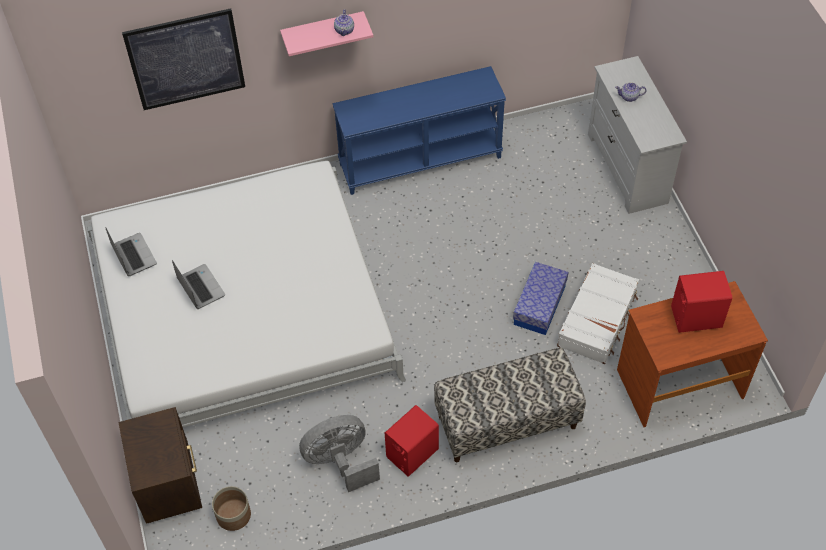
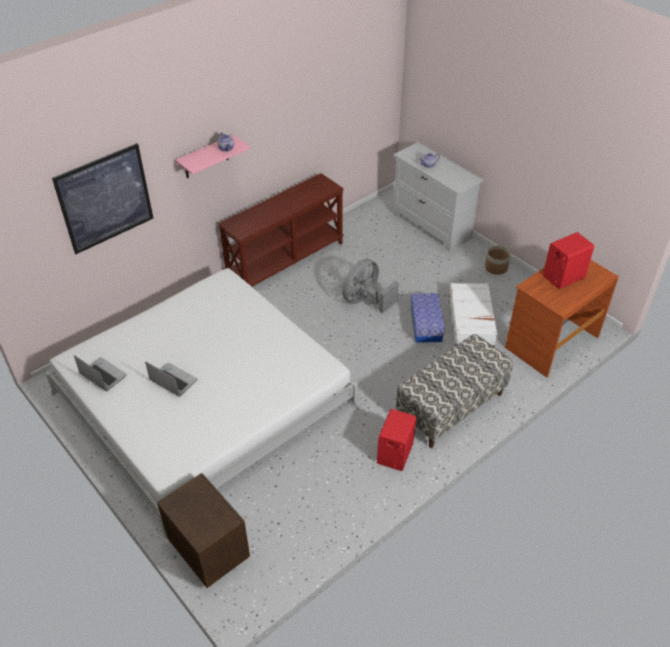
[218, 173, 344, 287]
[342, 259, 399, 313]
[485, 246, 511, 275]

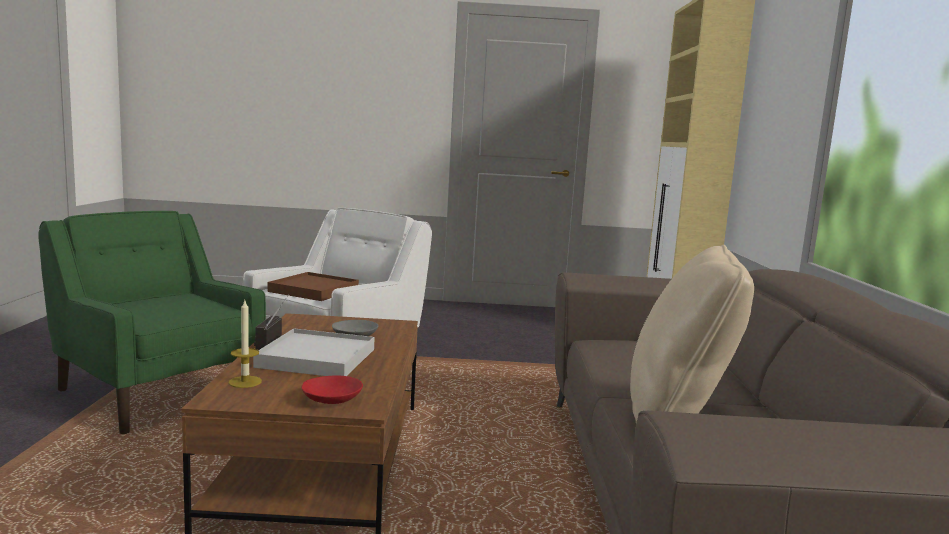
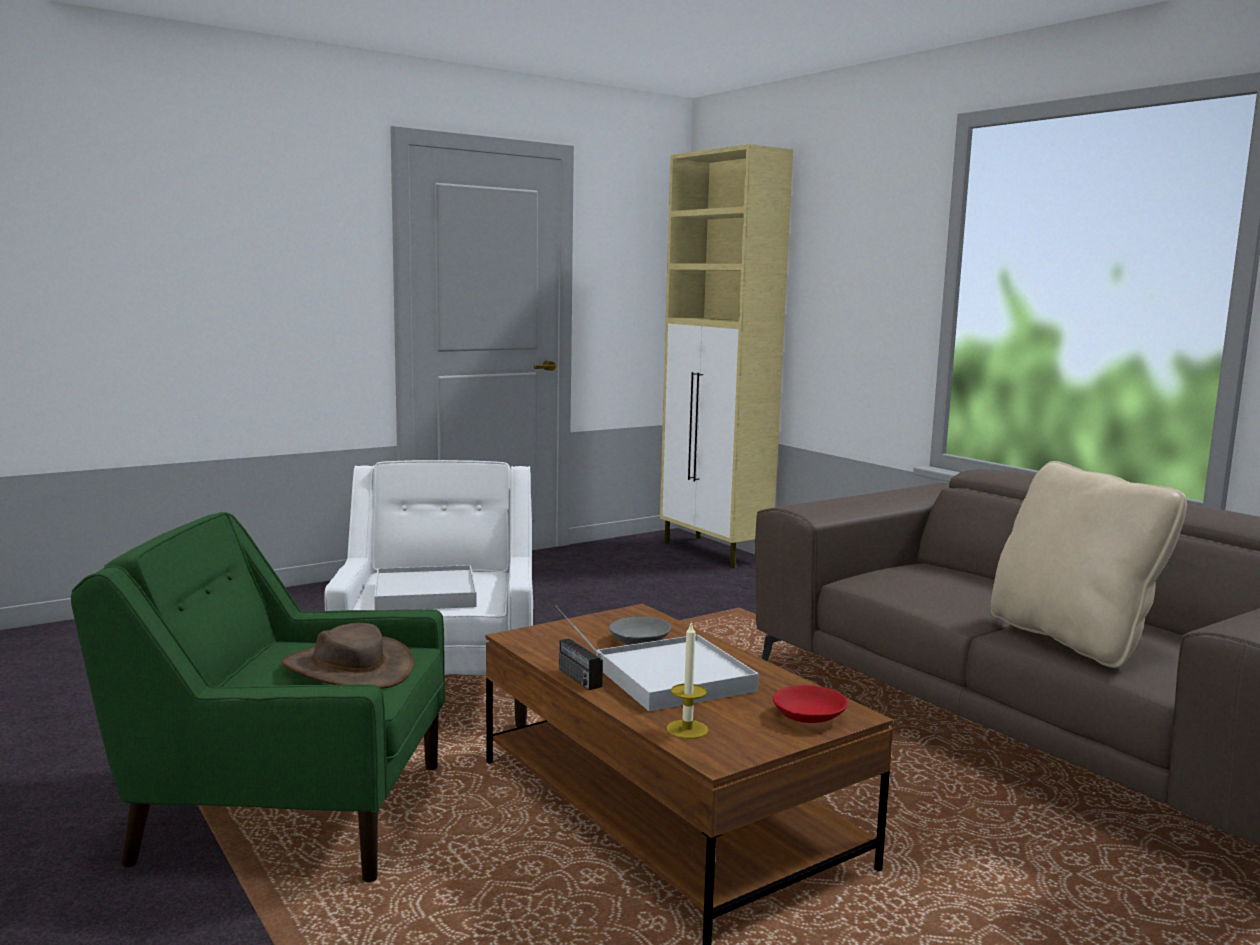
[281, 623, 414, 689]
[374, 565, 477, 610]

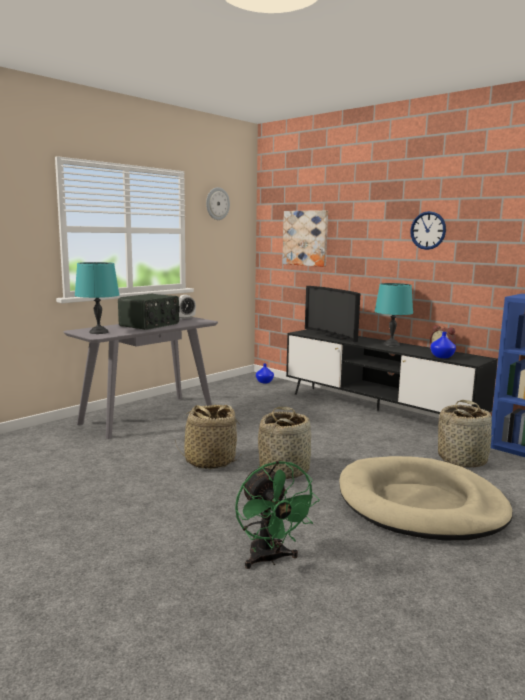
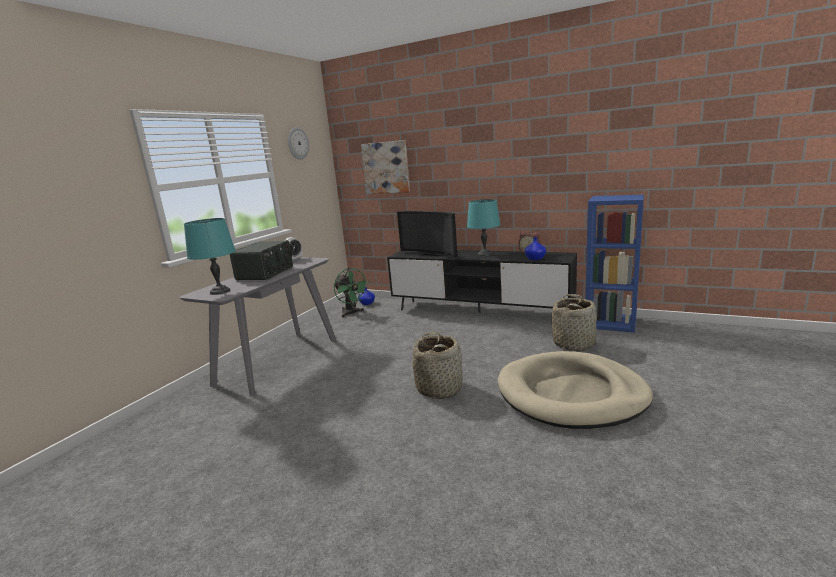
[334, 268, 369, 318]
[175, 405, 243, 469] (first image)
[410, 211, 446, 250] (first image)

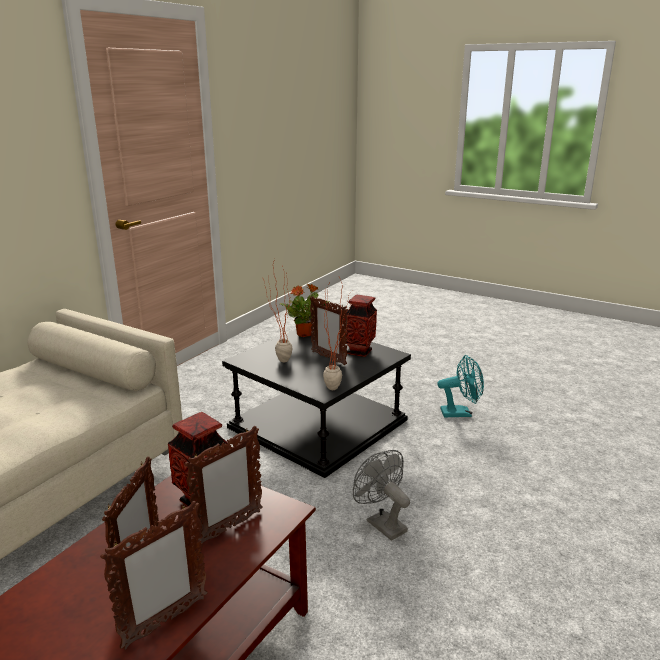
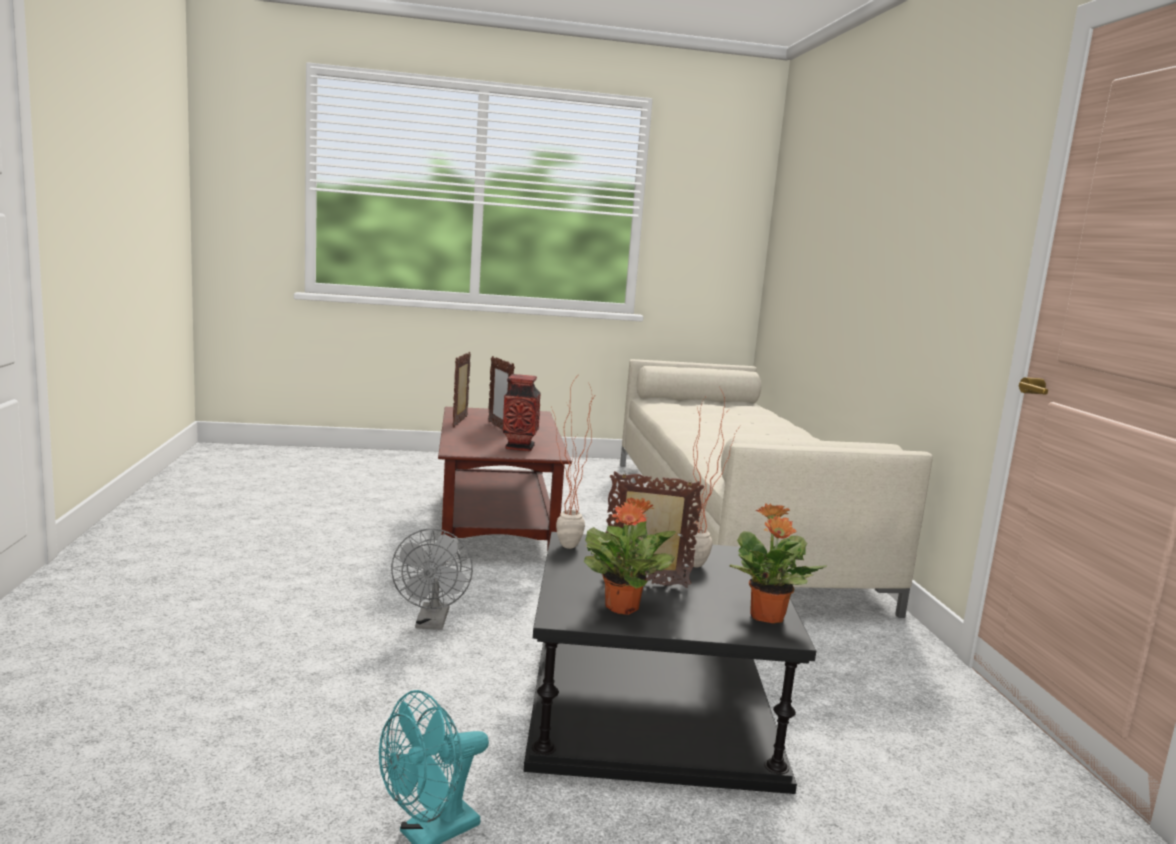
[391, 528, 473, 630]
[584, 497, 676, 615]
[185, 426, 263, 543] (first image)

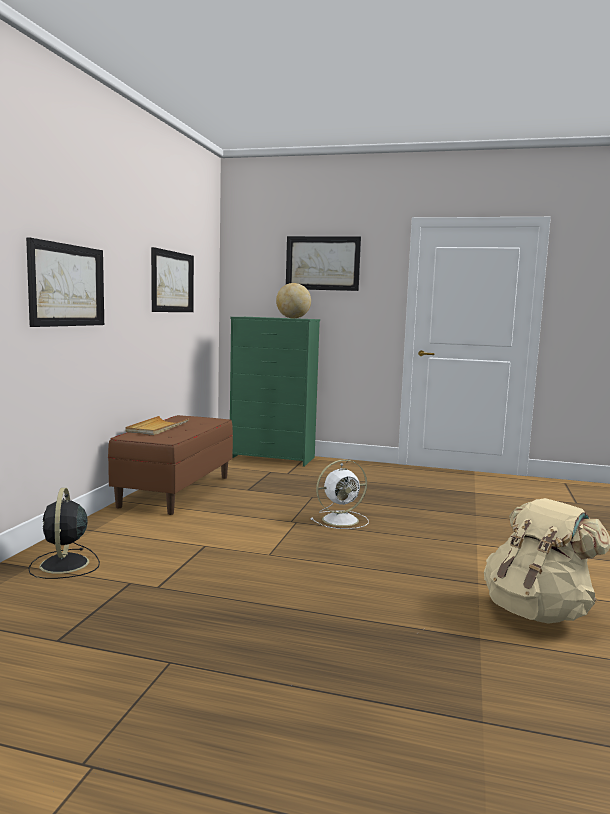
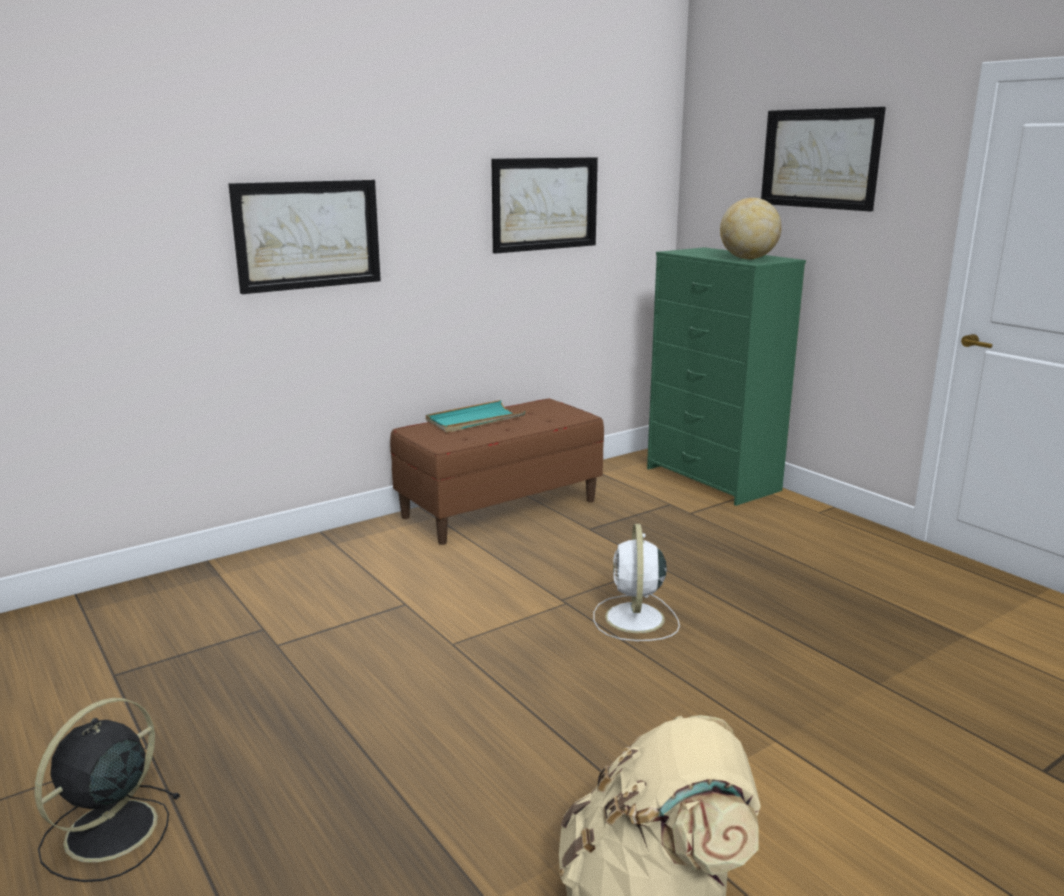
[35, 698, 181, 882]
[426, 400, 525, 433]
[593, 524, 680, 641]

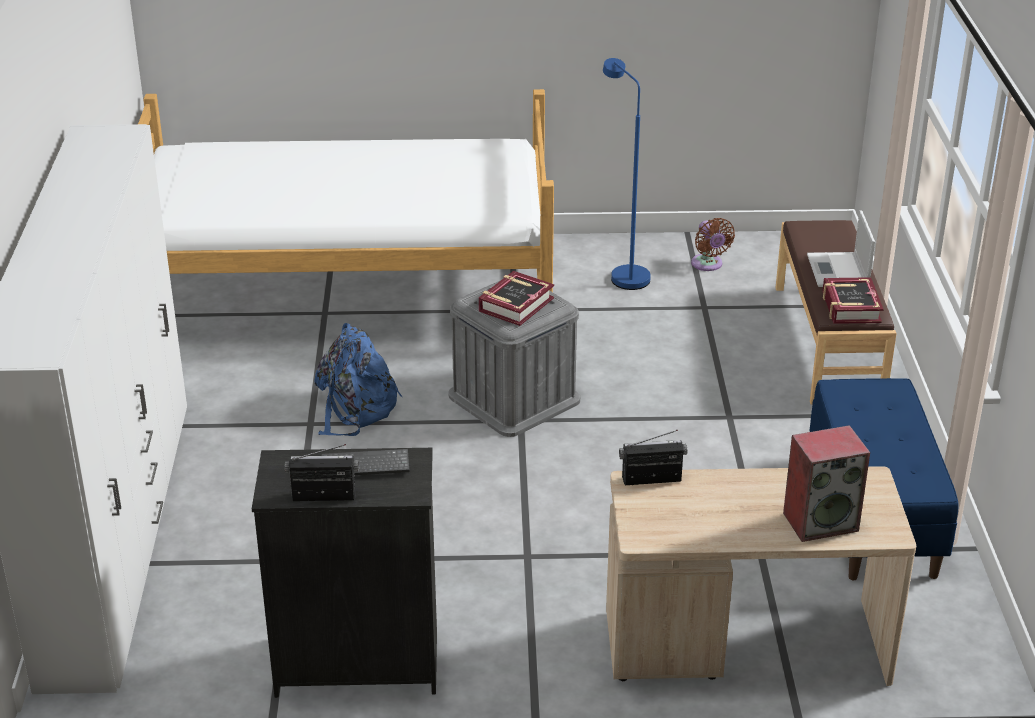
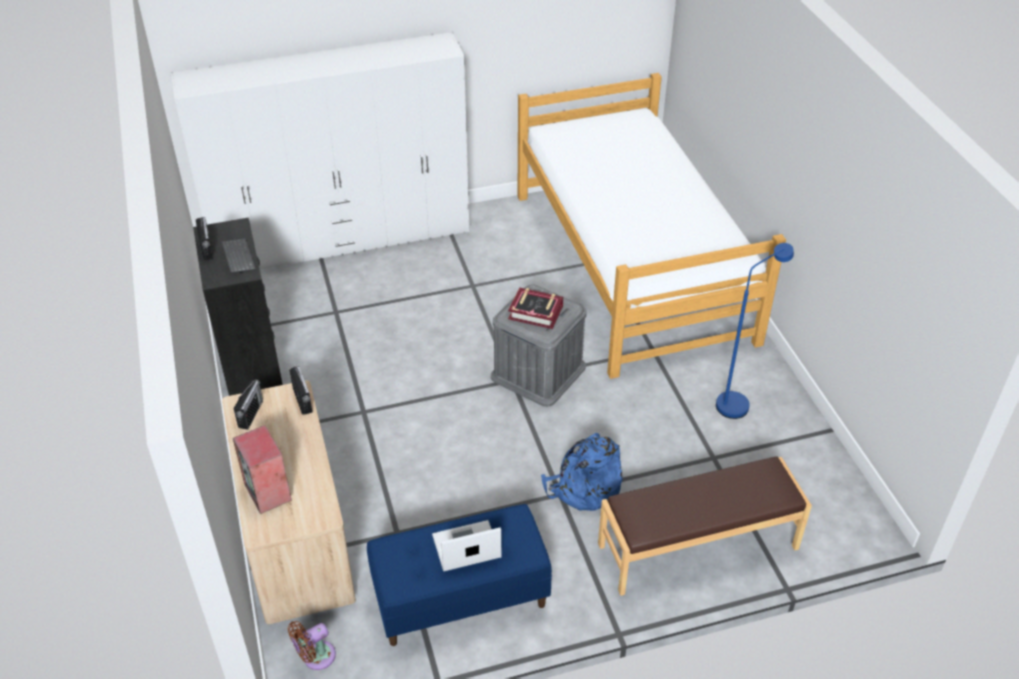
[234, 380, 263, 430]
[288, 621, 336, 670]
[432, 520, 501, 571]
[541, 433, 623, 511]
[822, 277, 883, 324] (first image)

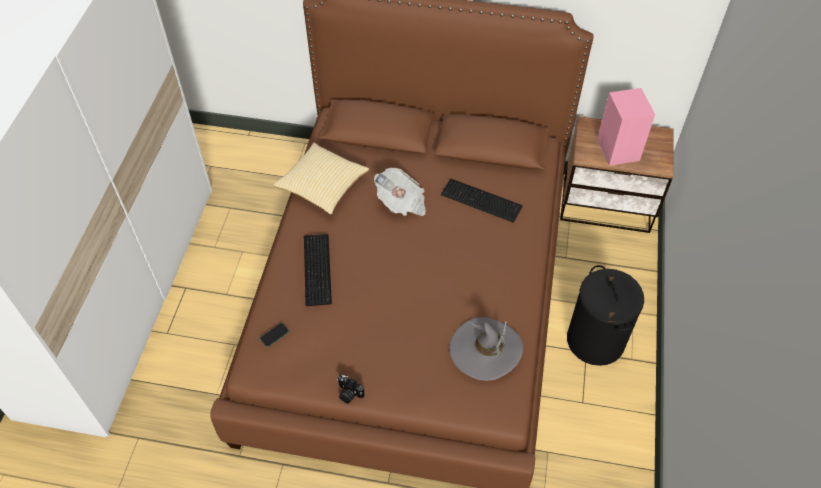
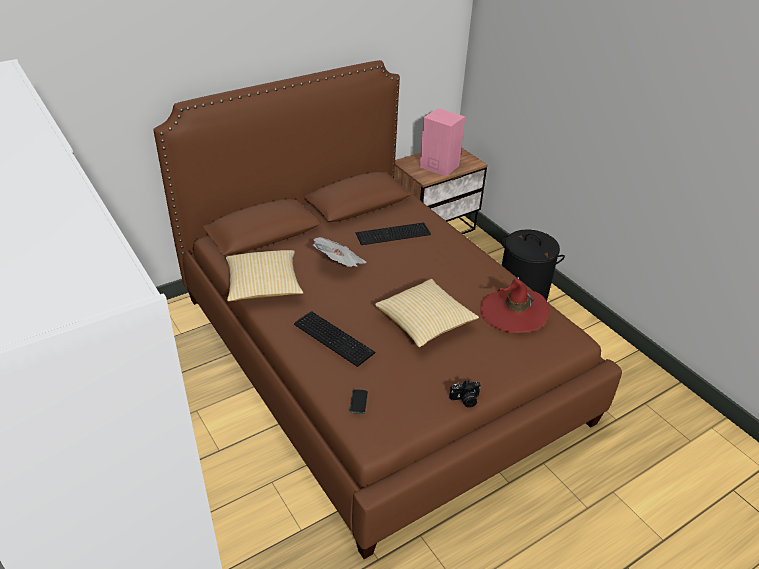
[375, 279, 479, 347]
[480, 277, 549, 333]

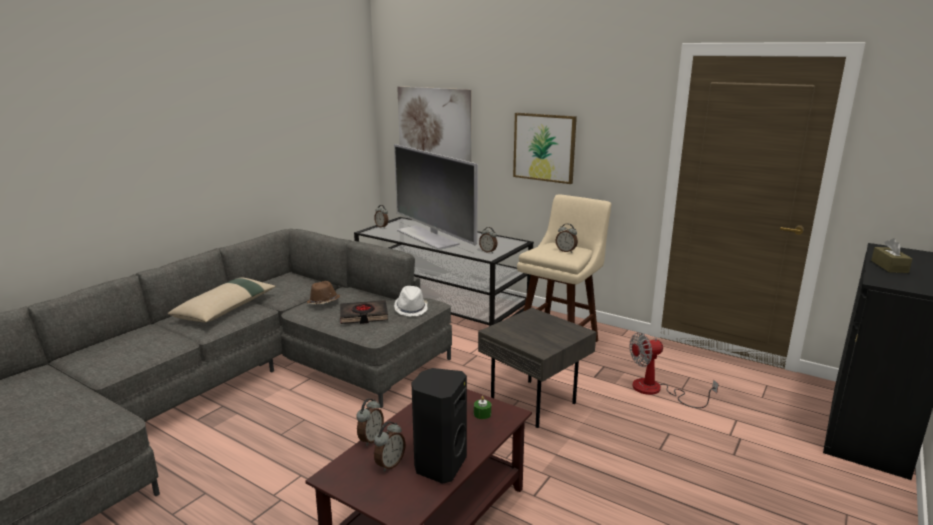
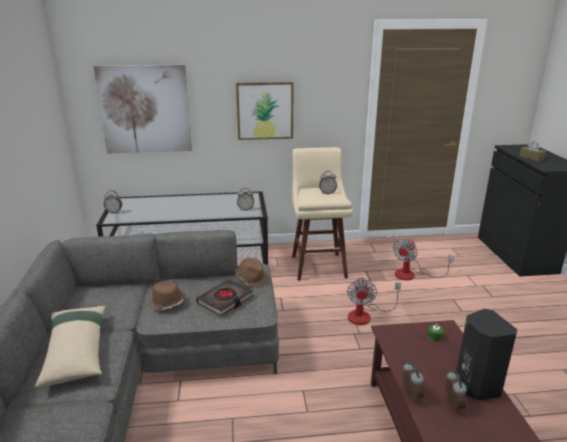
[235, 258, 268, 287]
[347, 277, 401, 325]
[394, 144, 478, 249] (first image)

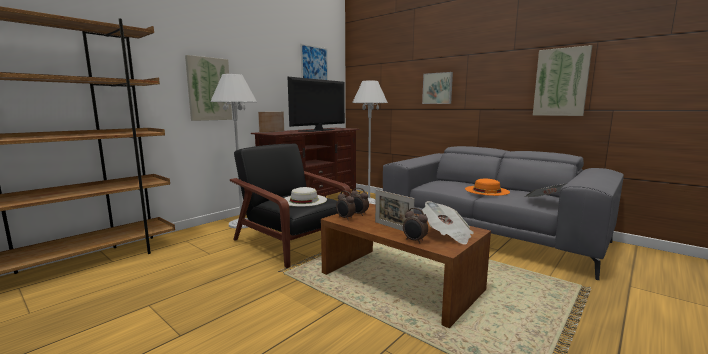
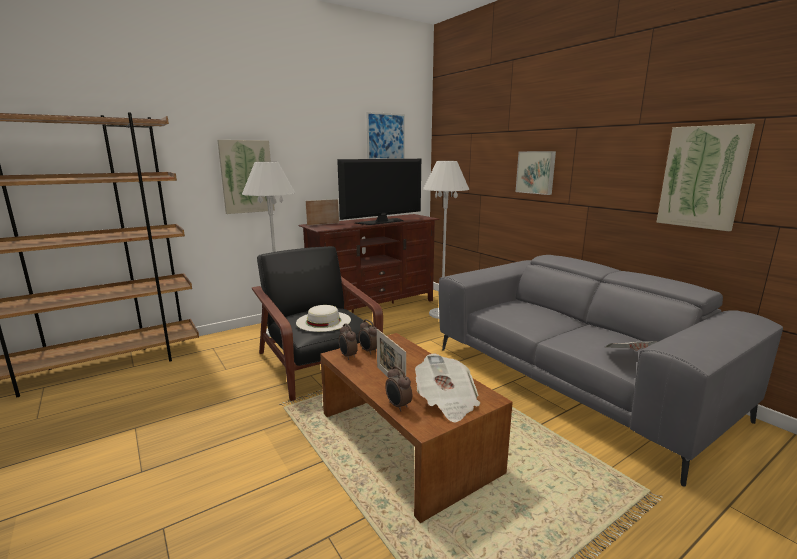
[465, 179, 510, 196] (first image)

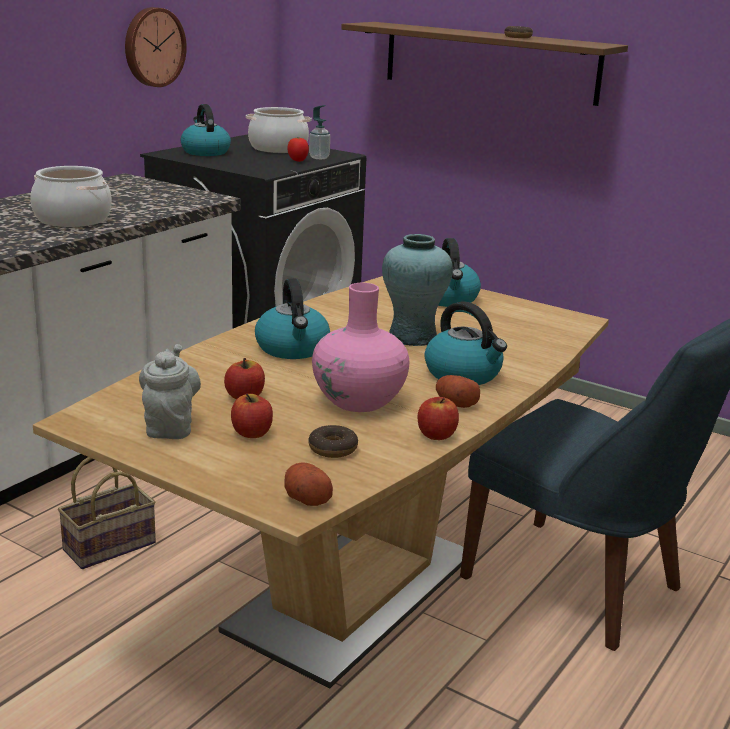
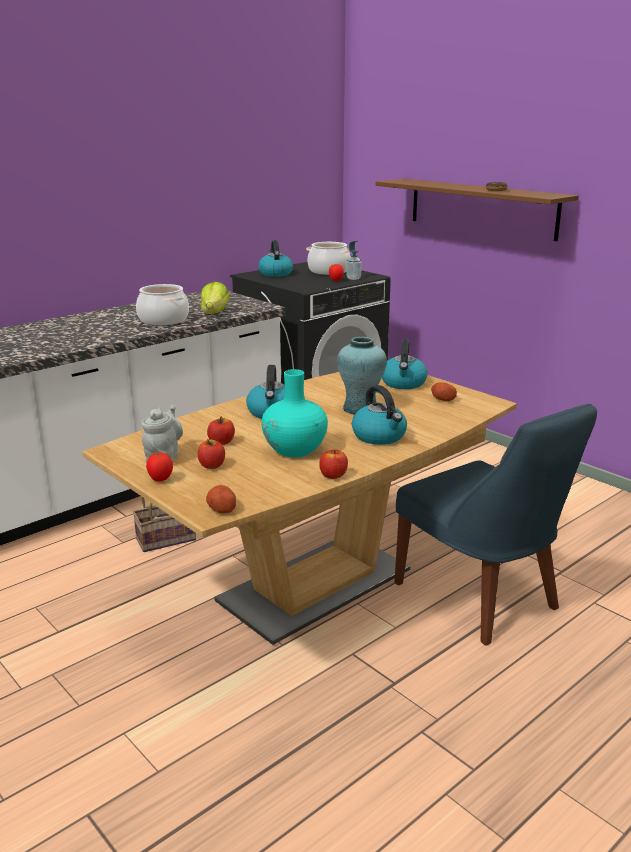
[146, 452, 173, 482]
[200, 282, 230, 314]
[261, 369, 328, 457]
[431, 383, 457, 401]
[125, 7, 187, 87] (first image)
[309, 425, 358, 458] (first image)

